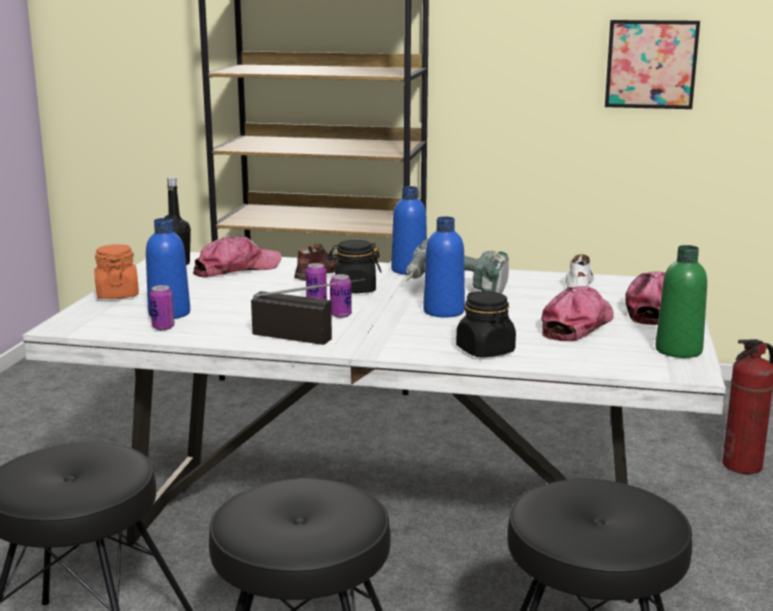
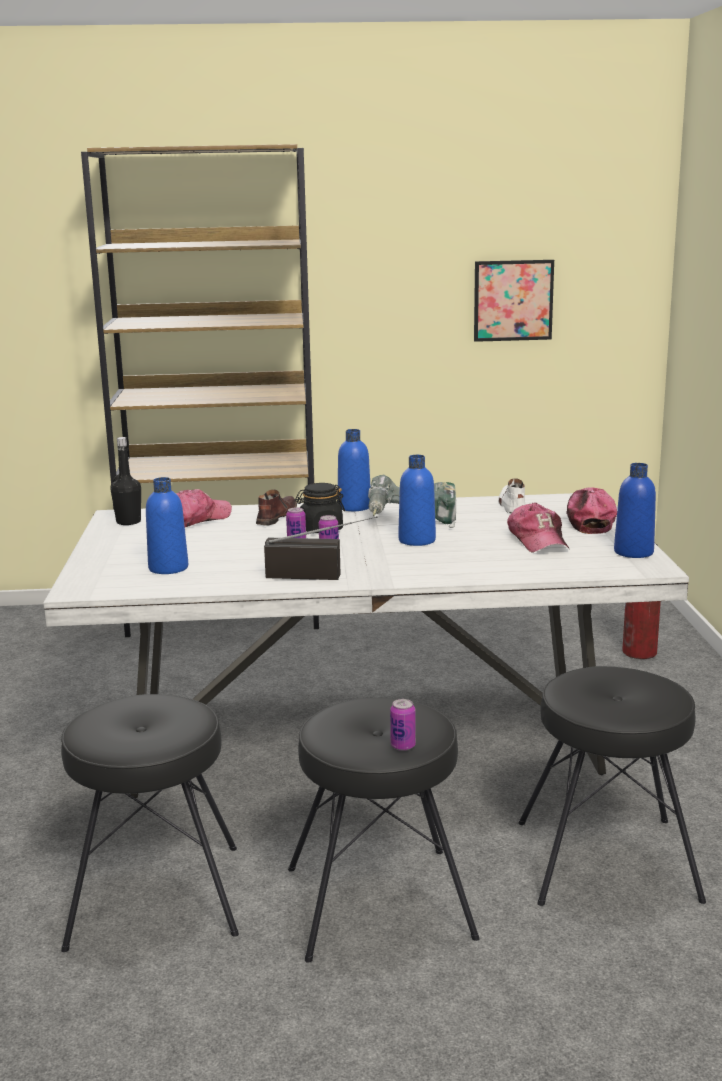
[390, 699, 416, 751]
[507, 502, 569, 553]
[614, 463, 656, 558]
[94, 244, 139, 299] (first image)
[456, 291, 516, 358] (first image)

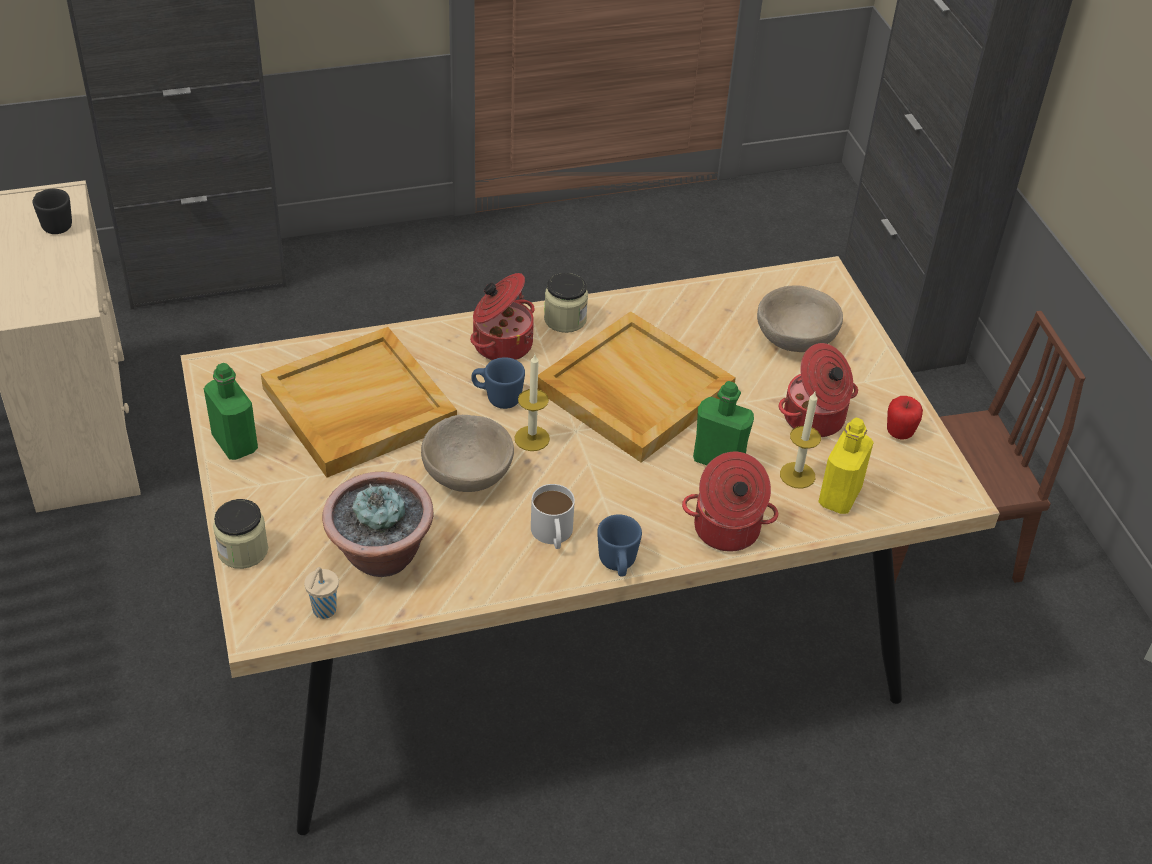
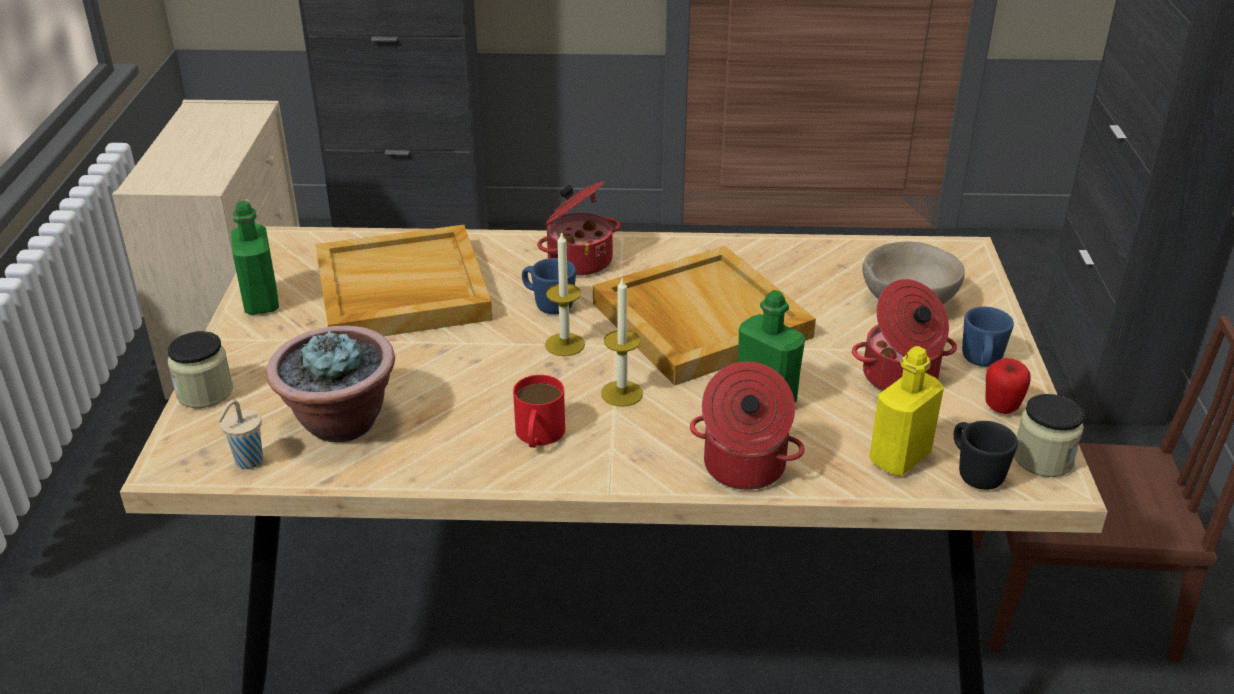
[513, 375, 565, 448]
[601, 276, 643, 407]
[954, 421, 1018, 490]
[962, 307, 1014, 367]
[1014, 394, 1084, 477]
[421, 415, 514, 492] (first image)

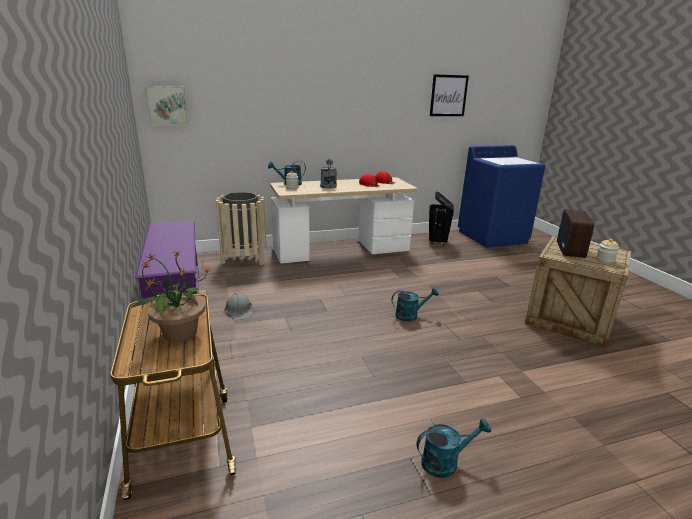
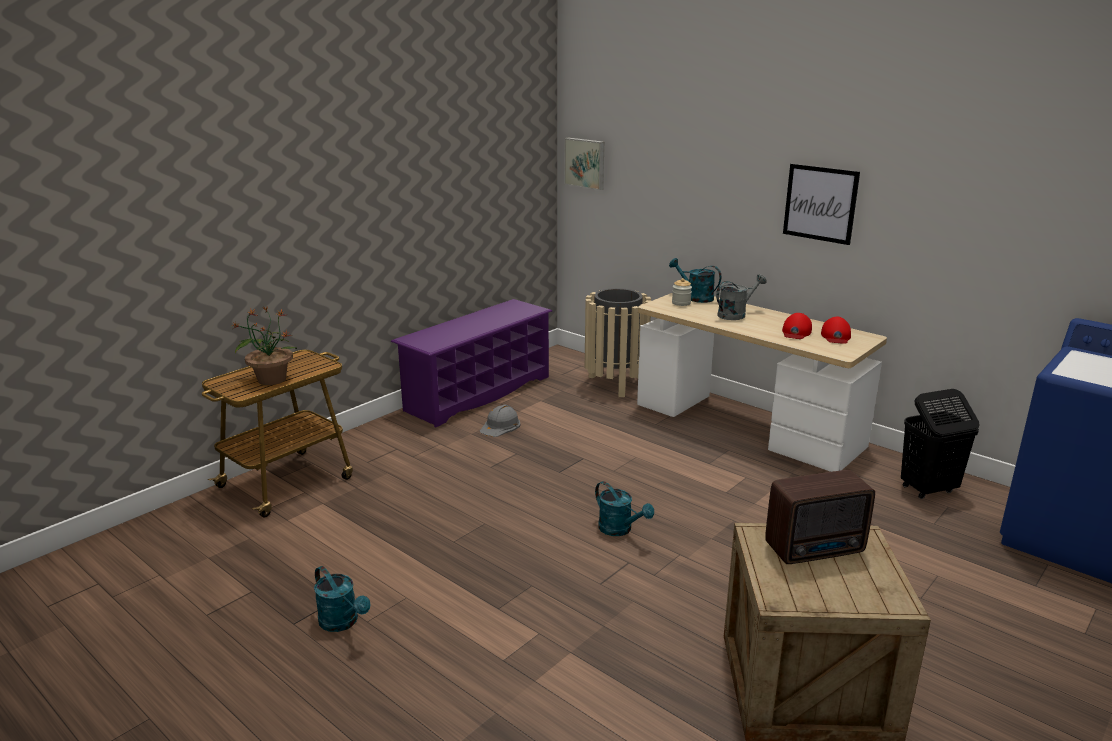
[783, 164, 860, 245]
[596, 239, 619, 263] (first image)

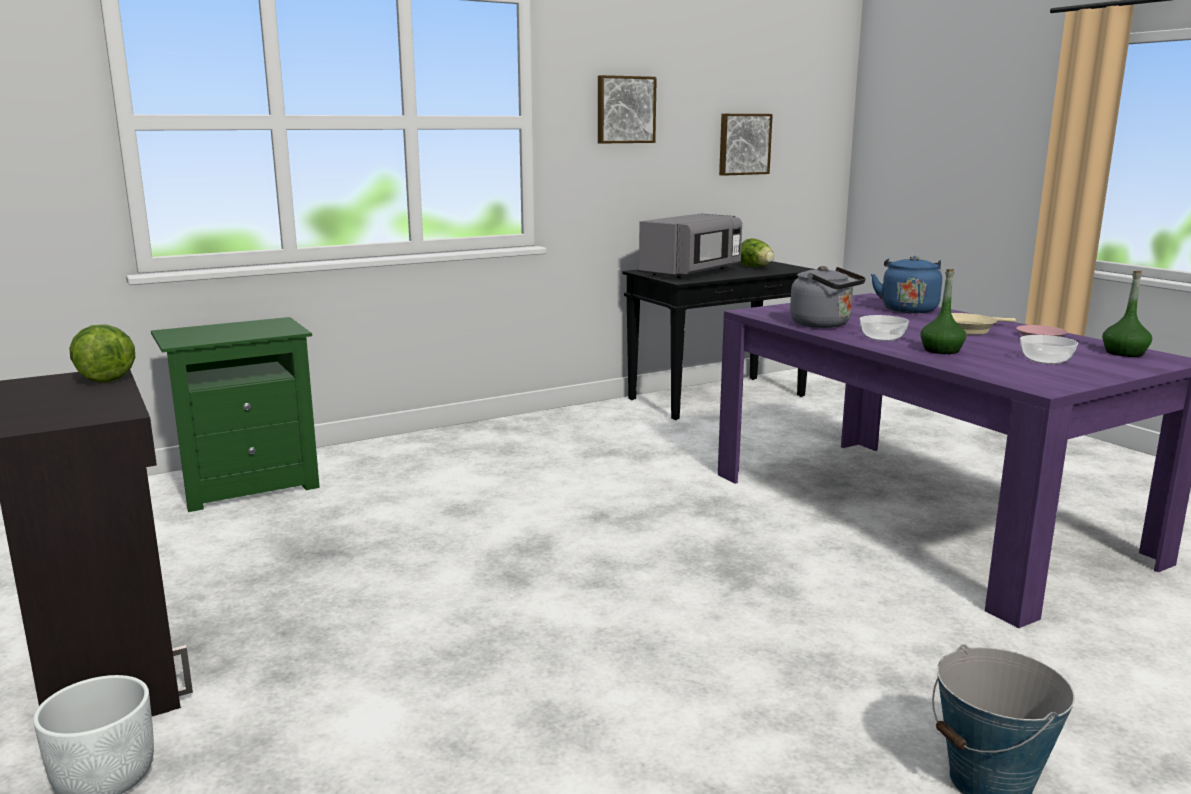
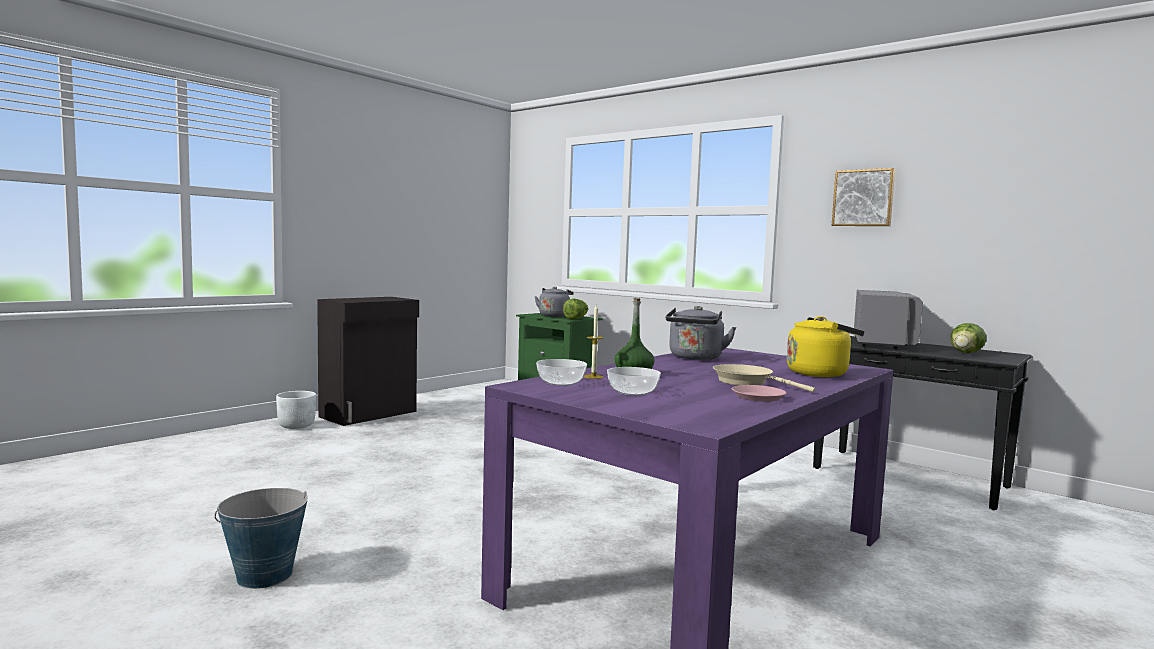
[535, 287, 574, 317]
[536, 359, 587, 386]
[563, 299, 588, 320]
[584, 305, 604, 379]
[787, 316, 865, 377]
[854, 290, 923, 349]
[719, 114, 773, 176] (first image)
[1102, 271, 1152, 357] (first image)

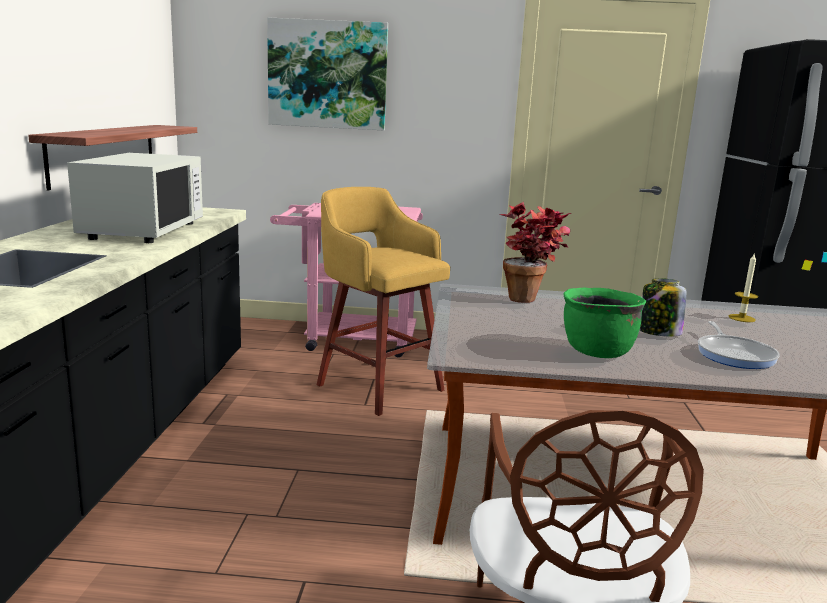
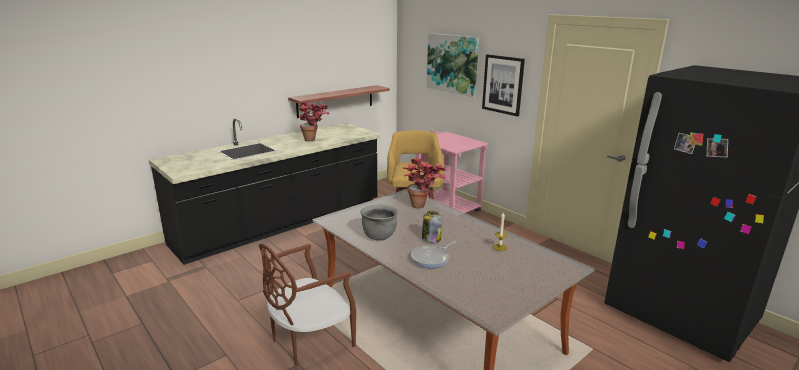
[298, 101, 329, 141]
[360, 204, 398, 240]
[482, 54, 525, 117]

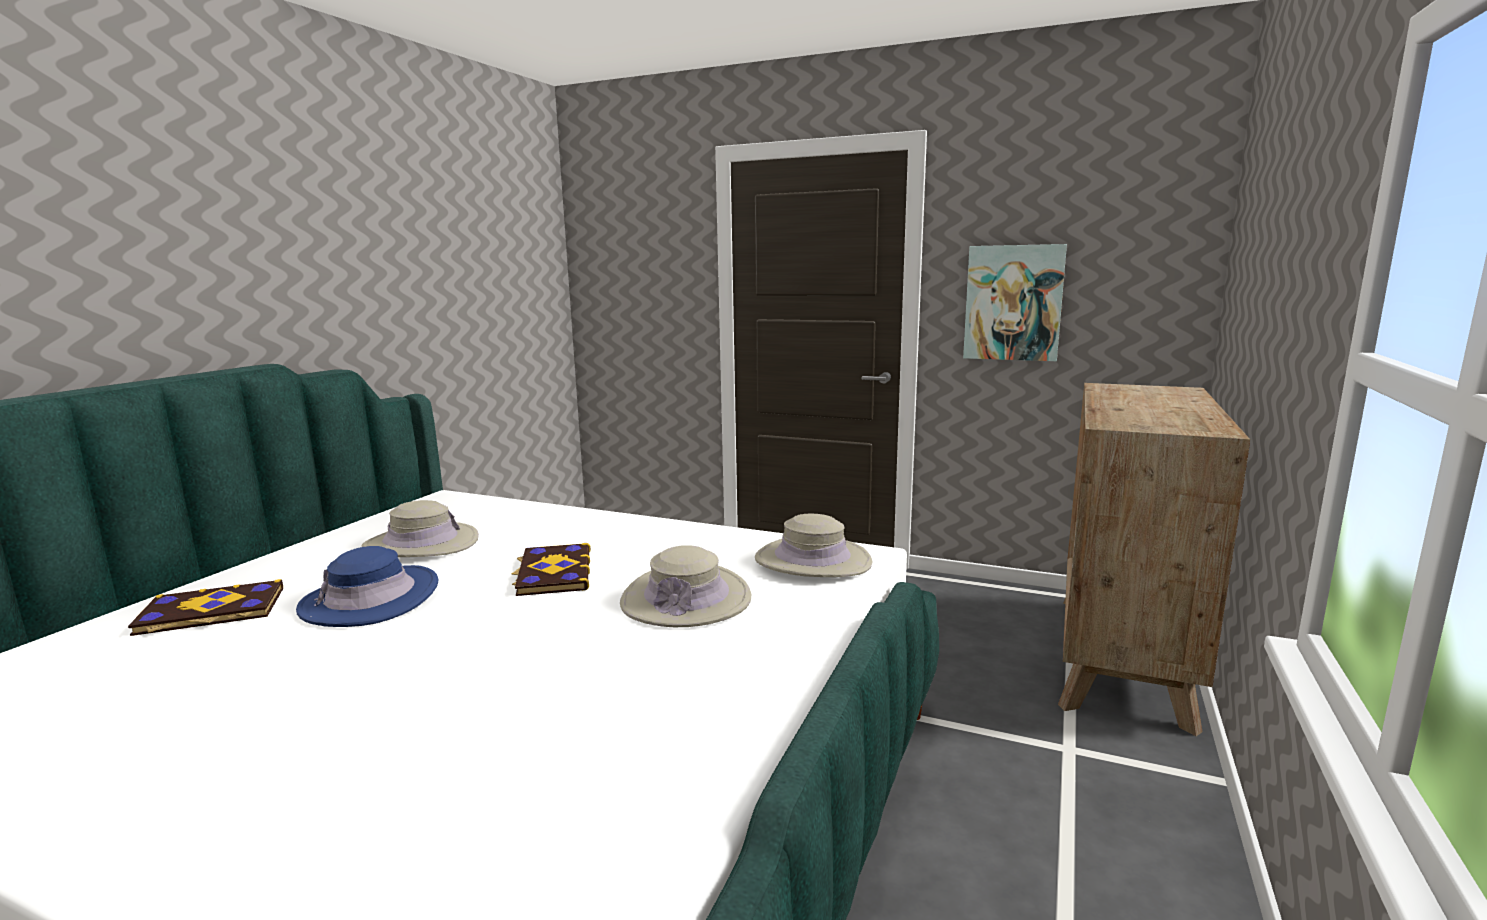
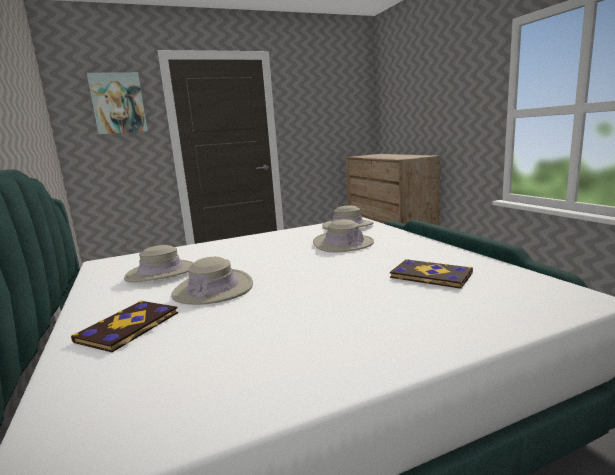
[87, 72, 148, 134]
[171, 257, 253, 305]
[390, 259, 473, 289]

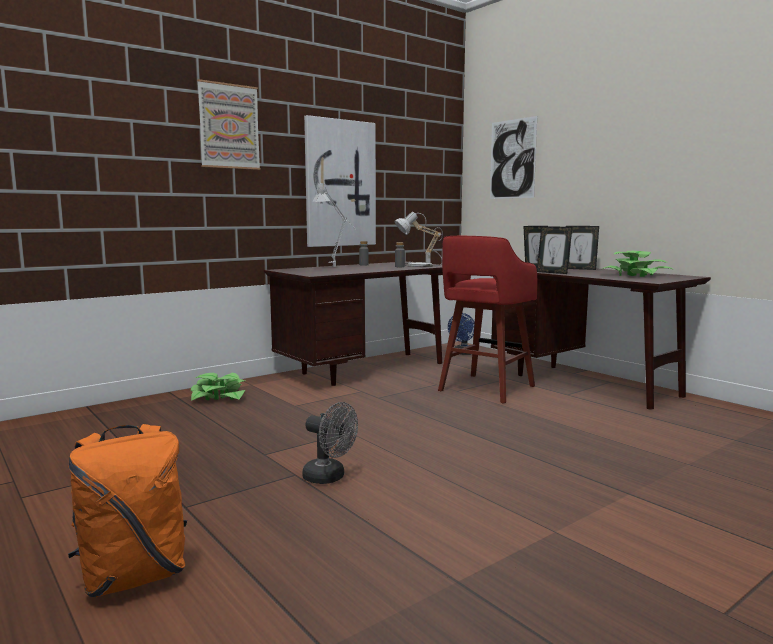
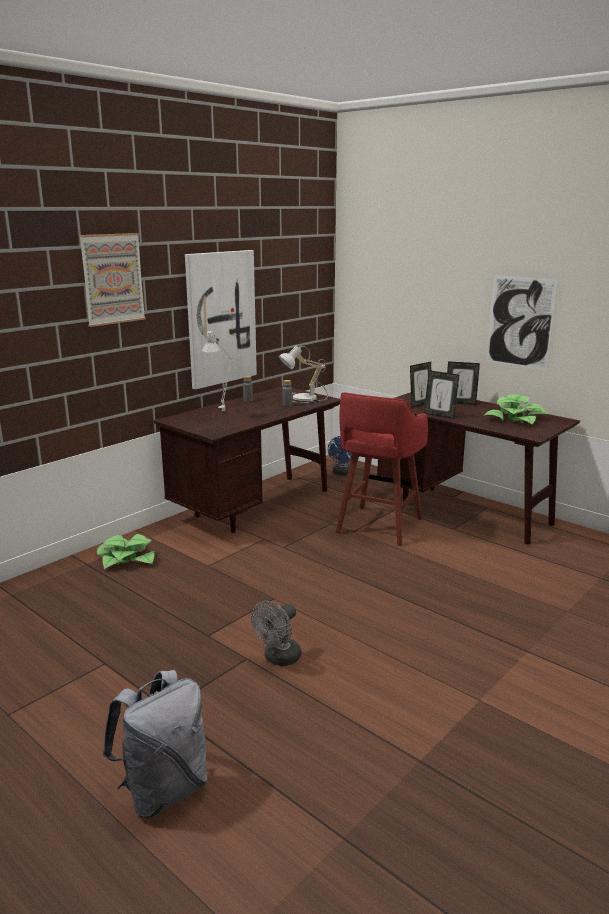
[103, 670, 208, 818]
[251, 601, 301, 666]
[486, 275, 558, 371]

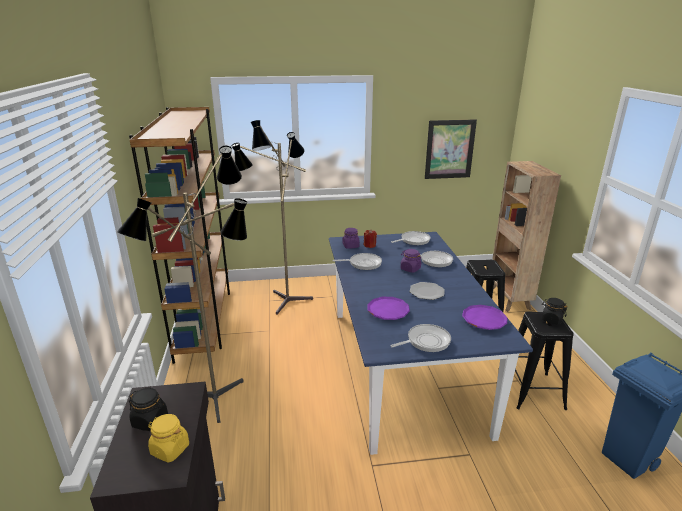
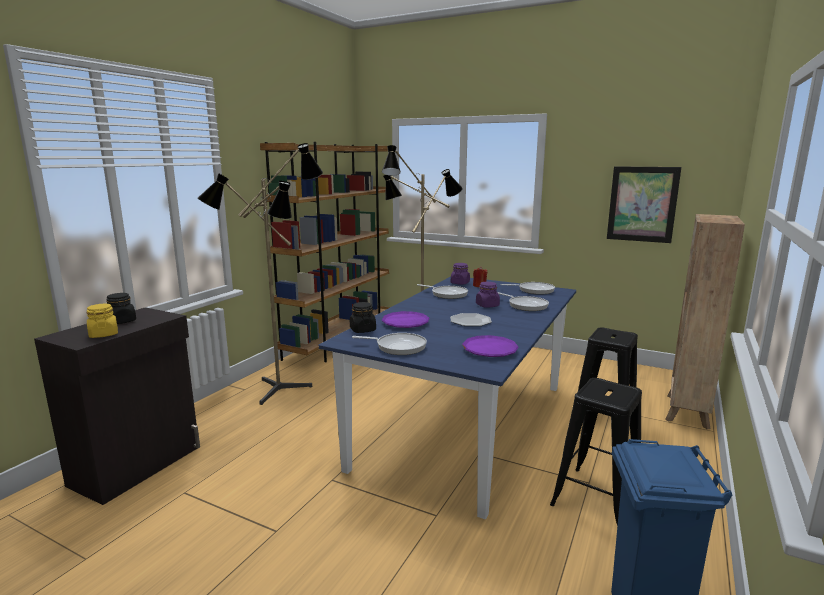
[350, 302, 376, 333]

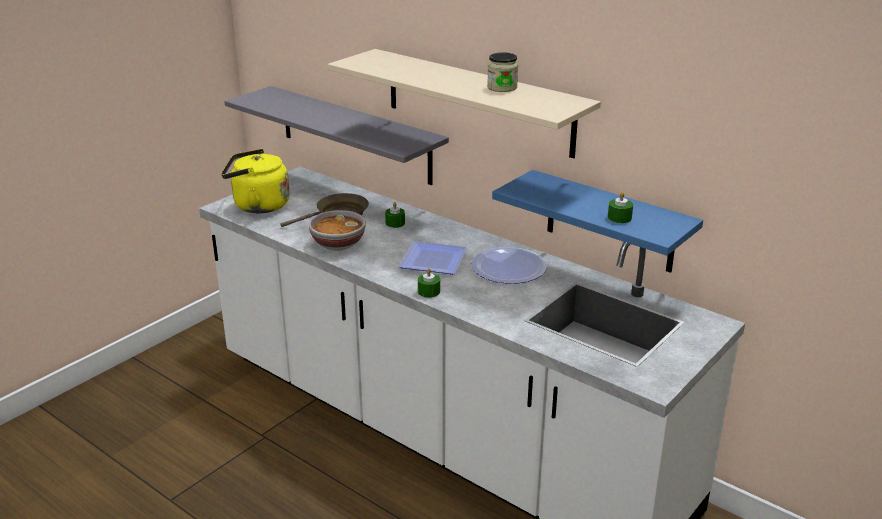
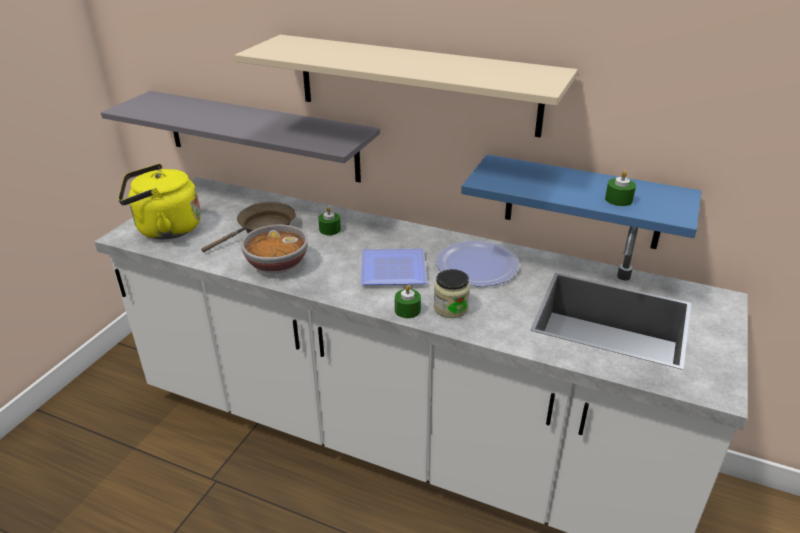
[434, 269, 470, 318]

